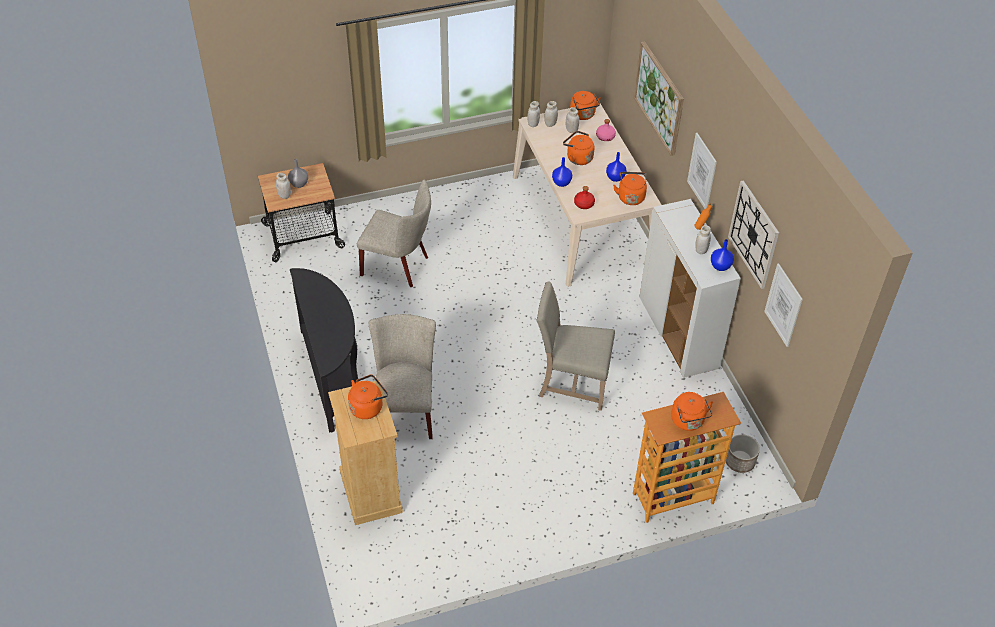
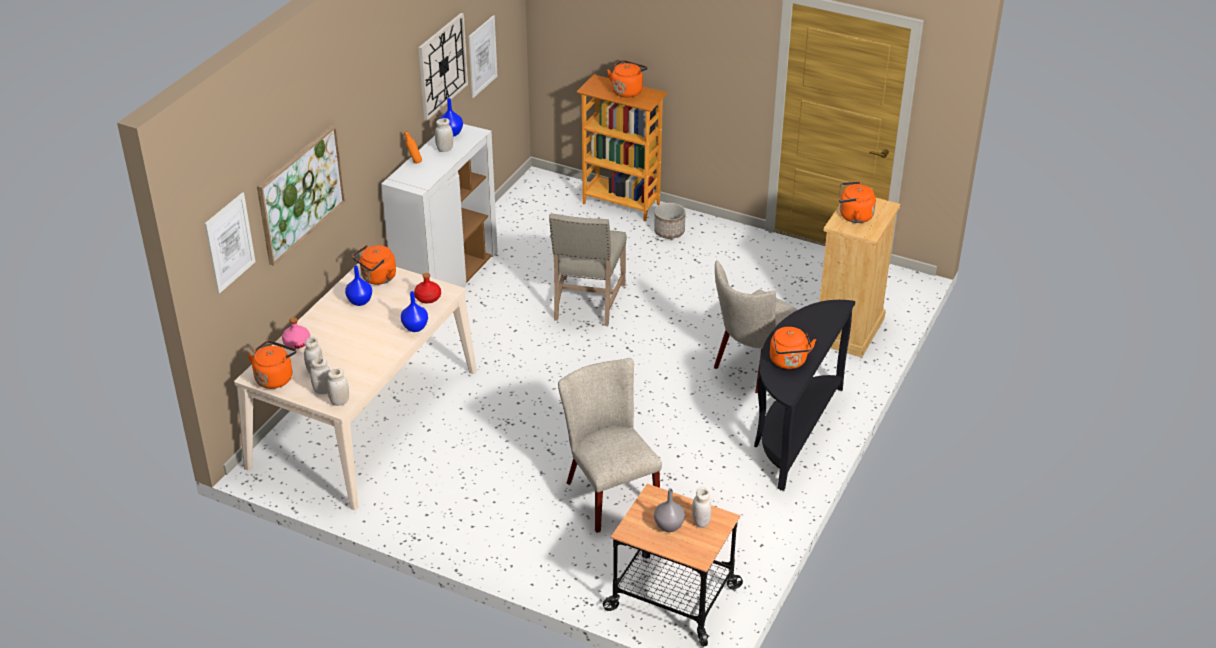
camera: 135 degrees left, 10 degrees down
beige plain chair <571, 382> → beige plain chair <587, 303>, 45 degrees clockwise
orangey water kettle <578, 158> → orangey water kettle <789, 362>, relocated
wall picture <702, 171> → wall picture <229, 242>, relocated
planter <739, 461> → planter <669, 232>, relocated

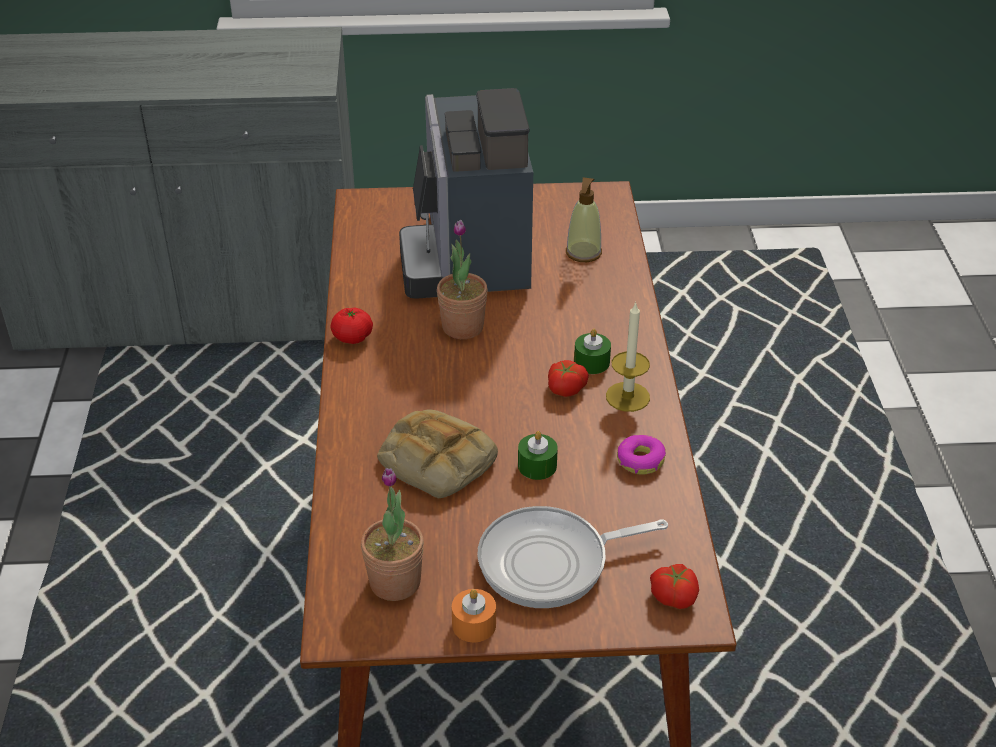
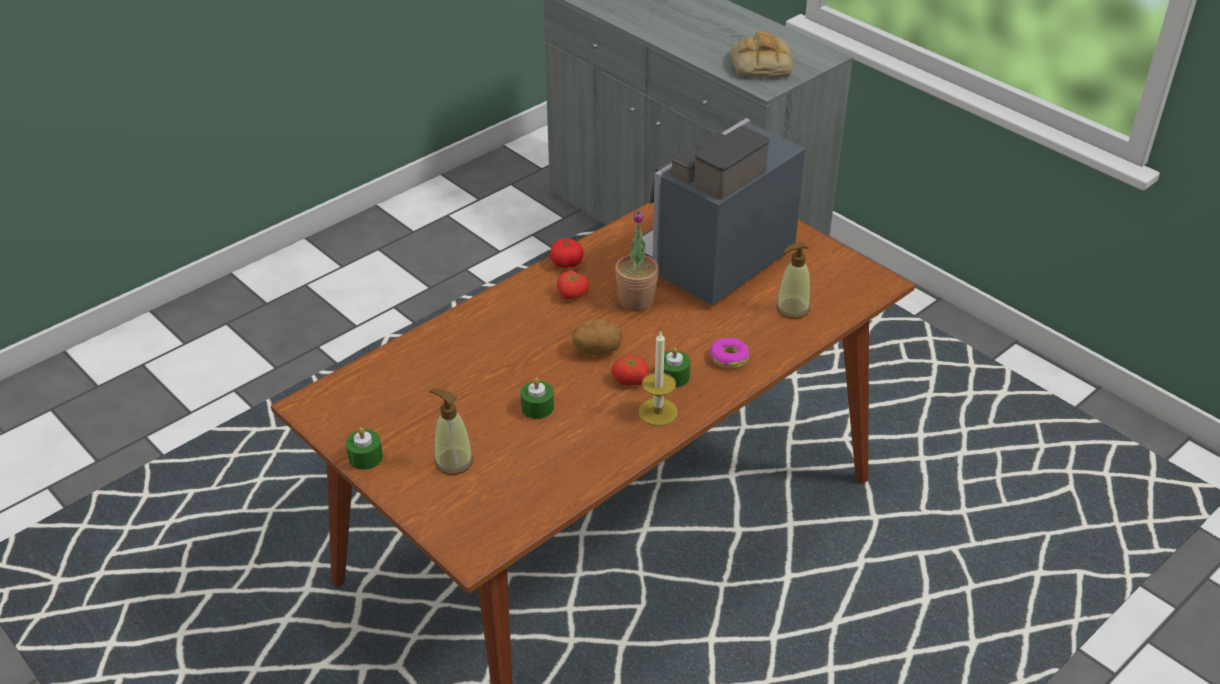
camera: 50 degrees right, 0 degrees up
houseplant <395, 582> → -
bakery bread <434, 461> → bakery bread <760, 64>, relocated
orangey candle <474, 624> → greenish candle <365, 457>
pan <551, 562> → soap bottle <453, 461>
ring doughnut <640, 460> → ring doughnut <729, 358>, relocated
tomato <674, 595> → tomato <573, 294>, relocated
- → potato <597, 350>

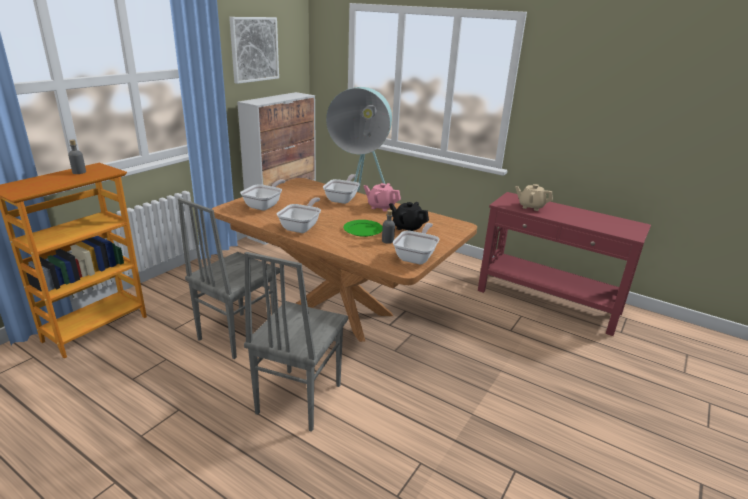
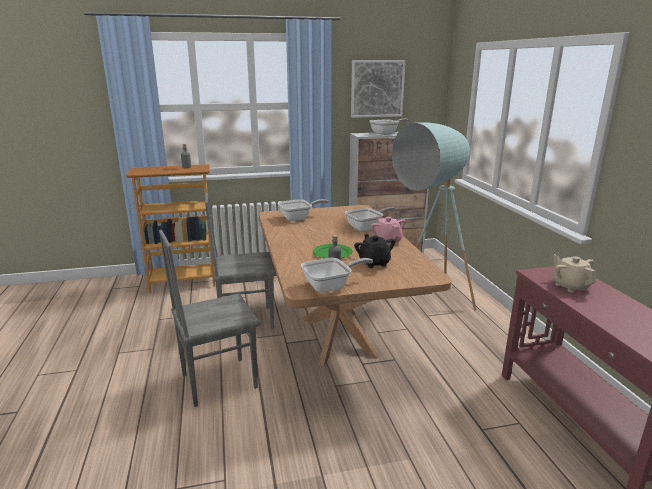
camera: 45 degrees right, 5 degrees down
pan <302, 227> → pan <386, 133>, relocated

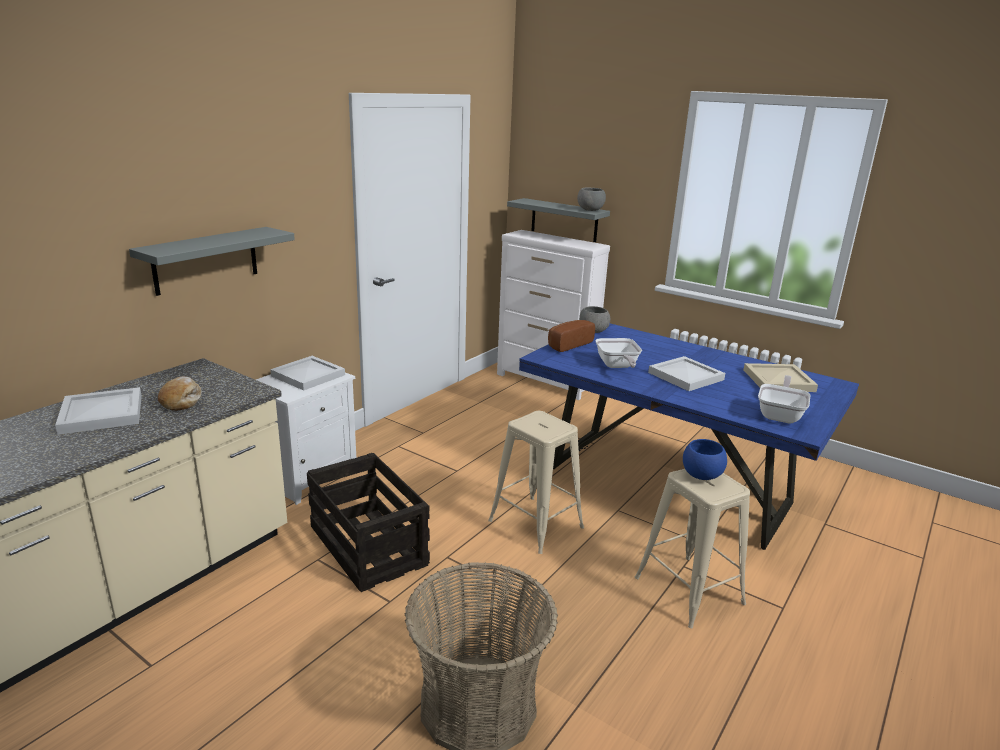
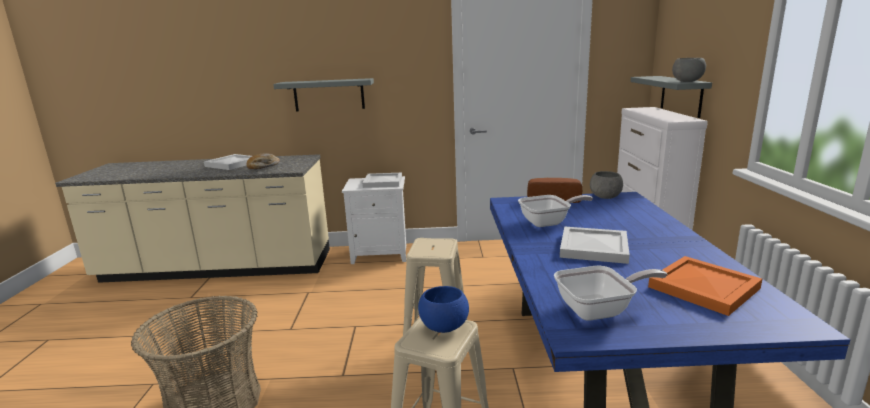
camera: 55 degrees right, 5 degrees down
packing crate <369, 546> → -
pan <617, 366> → pan <548, 222>, 150 degrees counterclockwise
beige tray <779, 380> → orangey tray <705, 288>

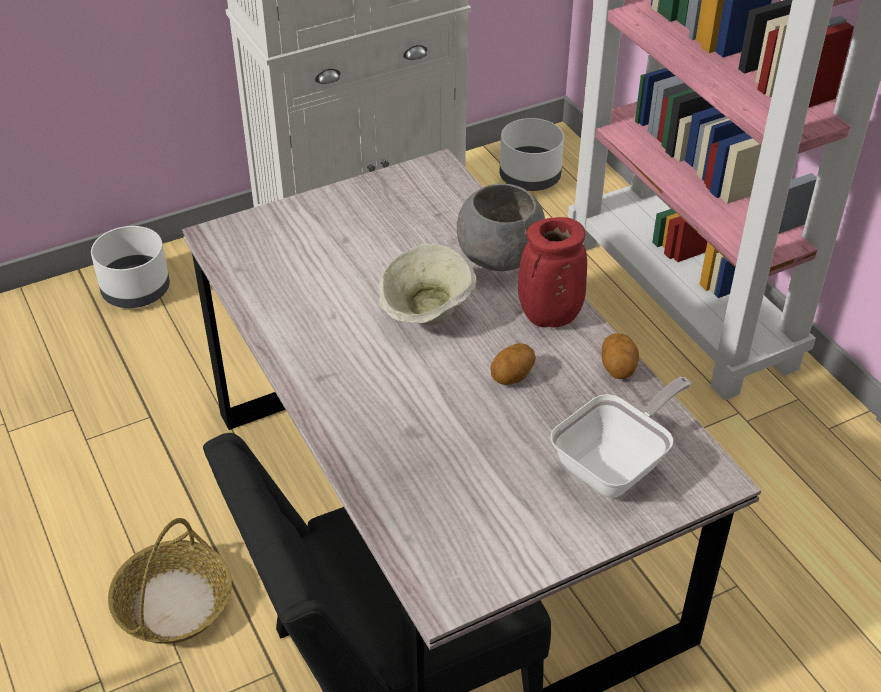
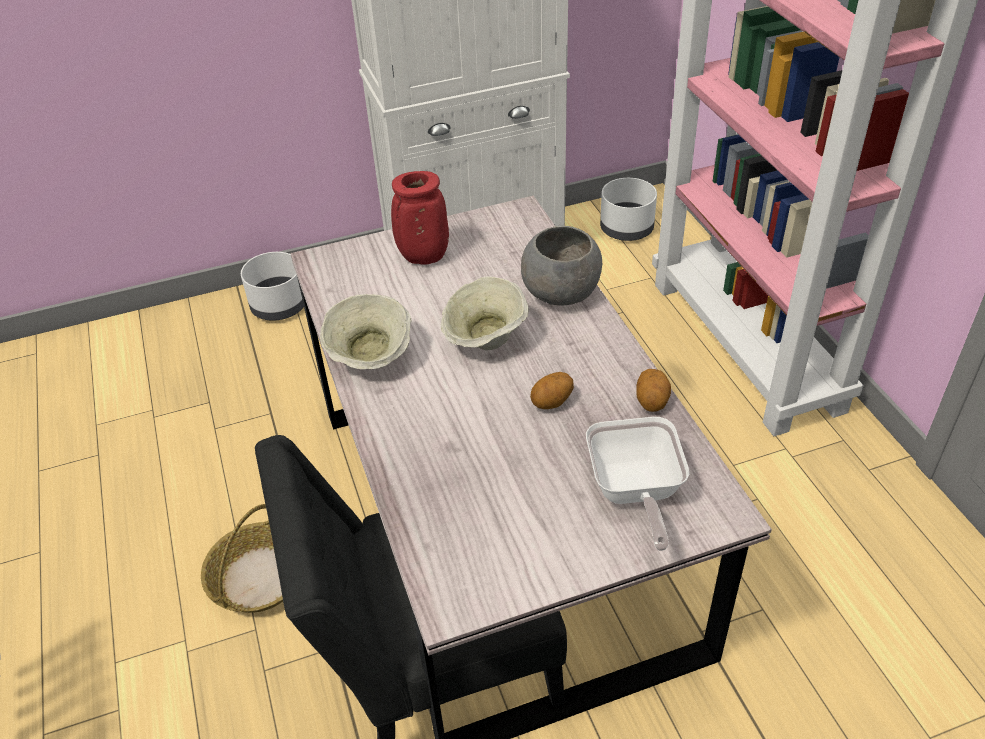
camera: 10 degrees right, 0 degrees up
reddish vase <548, 318> → reddish vase <422, 257>, relocated
pan <616, 465> → pan <634, 493>, 120 degrees clockwise
- → beige serving bowl <371, 358>

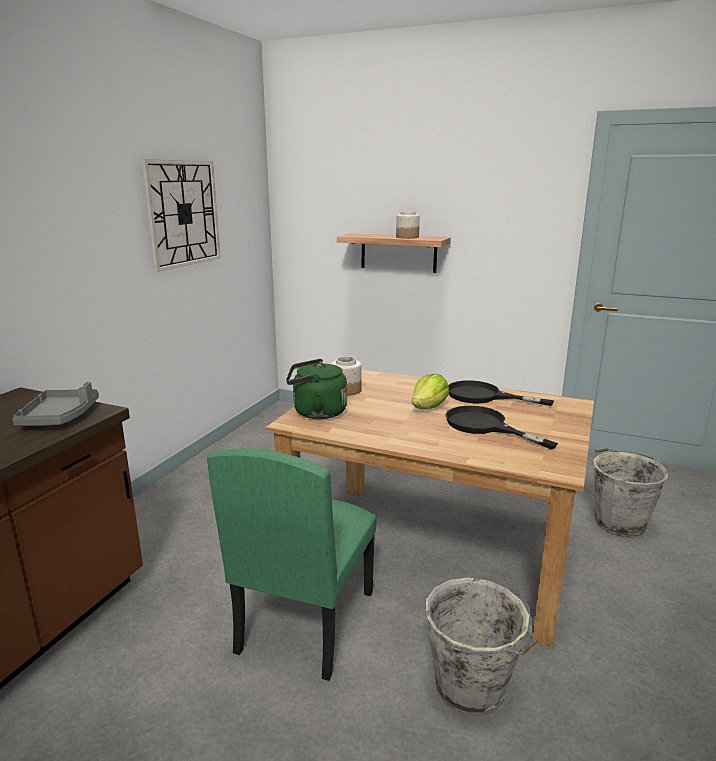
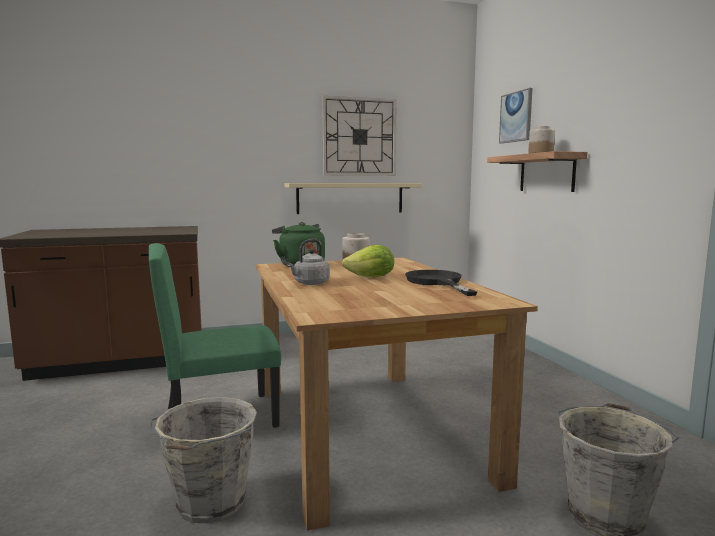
camera: 50 degrees right, 10 degrees down
greyish tray <60, 417> → -
black pan <484, 426> → -
- → beige bracket shelf <350, 198>
- → greyish water kettle <310, 283>
- → wall picture <516, 117>

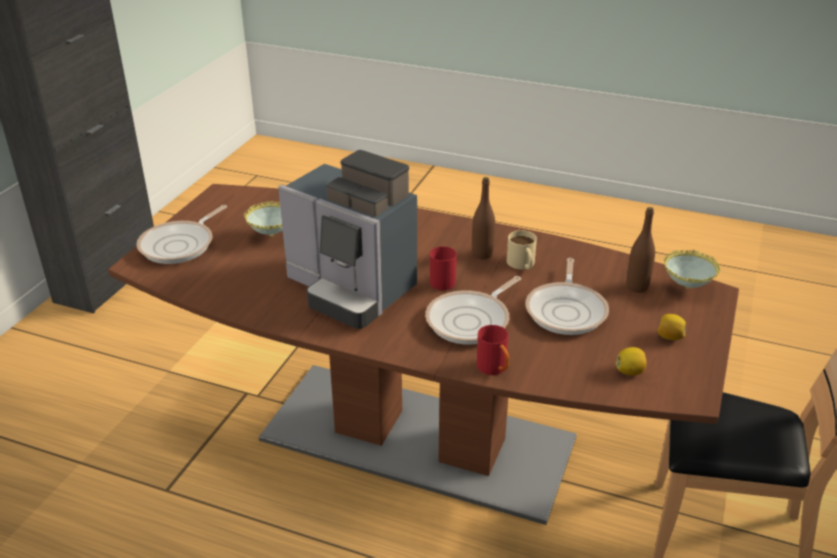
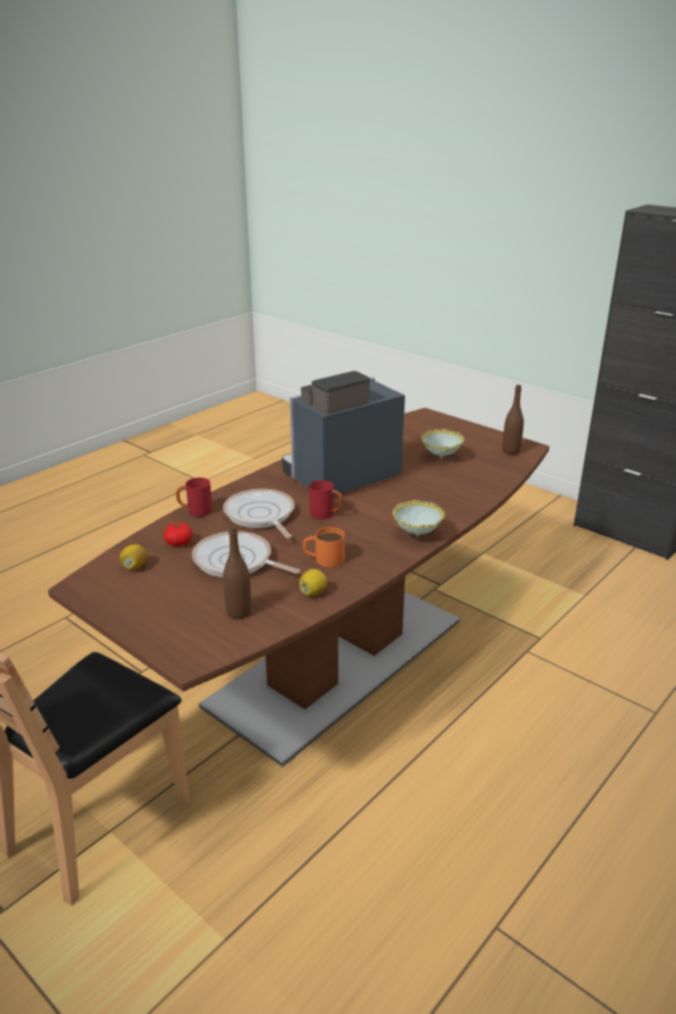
camera: 110 degrees right, 5 degrees down
pan <180, 245> → -
brown-coloured drink bottle <482, 254> → brown-coloured drink bottle <511, 451>, relocated
beige coffee mug <522, 264> → orangey coffee mug <323, 558>
whole lemon <669, 337> → whole lemon <313, 593>, relocated
serving bowl <686, 288> → serving bowl <417, 536>, relocated
- → tomato <179, 543>

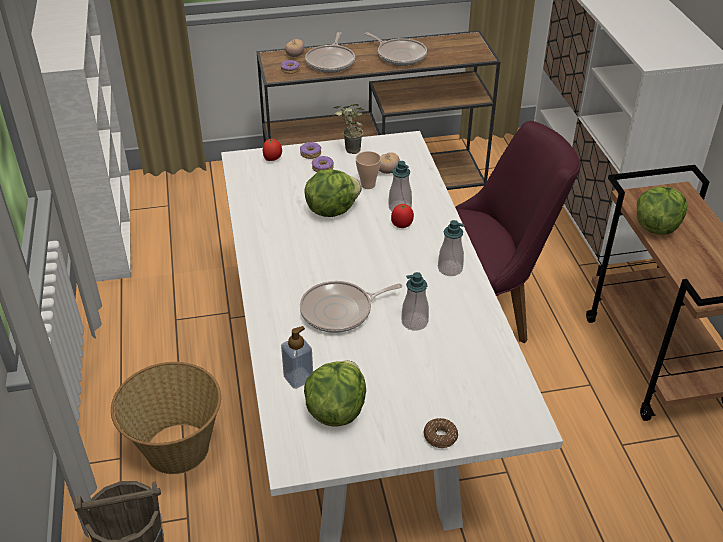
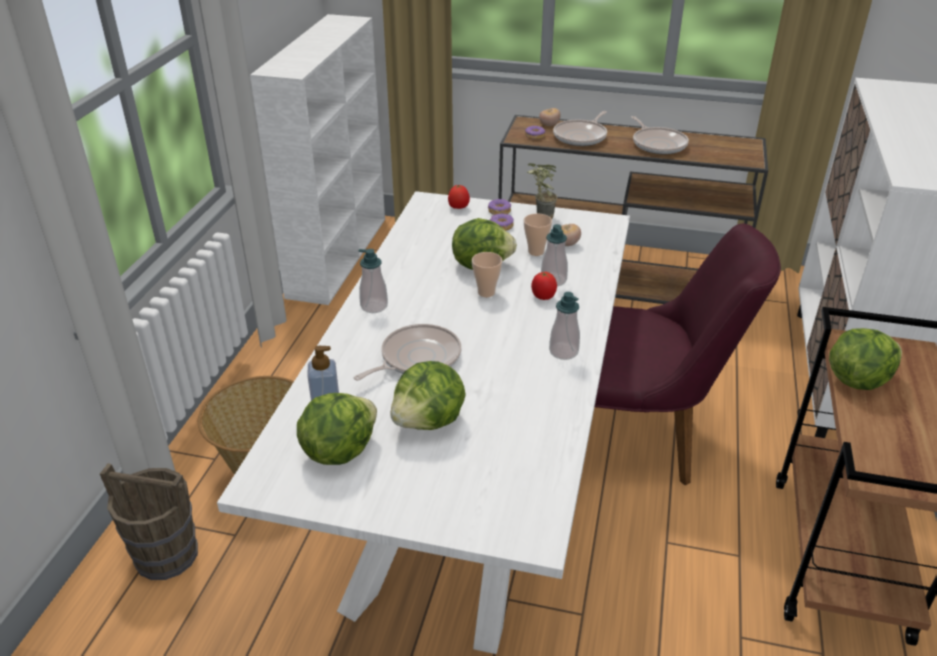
camera: 25 degrees right, 5 degrees down
pan <340, 311> → pan <417, 358>, 135 degrees clockwise
soap bottle <414, 322> → soap bottle <374, 306>, relocated
ring doughnut <440, 437> → -
- → lettuce <429, 421>
- → cup <486, 292>

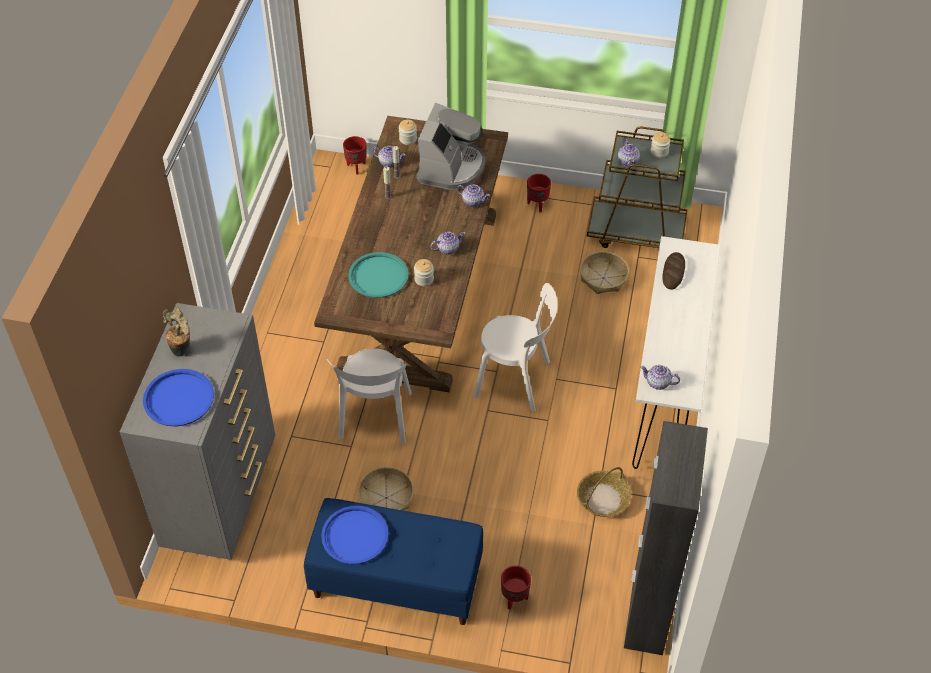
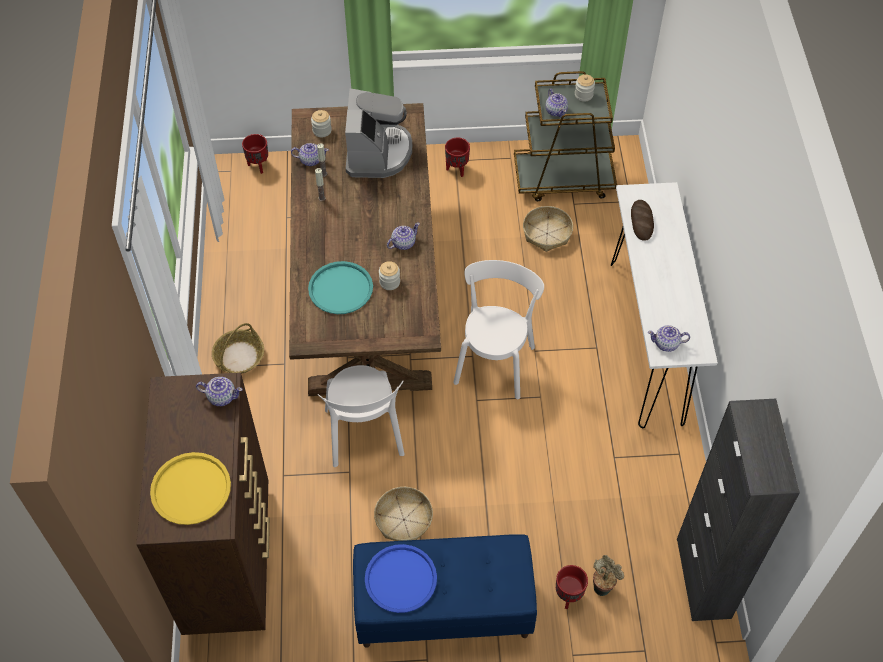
camera: 15 degrees left, 5 degrees up
greyish drawer chest <222, 494> → brown-coloured drawer chest <230, 558>
blue tray <179, 398> → yellow tray <191, 489>
houseplant <182, 349> → houseplant <602, 586>, relocated
pot for tea <473, 201> → pot for tea <221, 396>, relocated
white-coloured plain chair <516, 380> → white-coloured plain chair <495, 361>, 75 degrees counterclockwise
storage basket <603, 498> → storage basket <239, 356>, relocated

